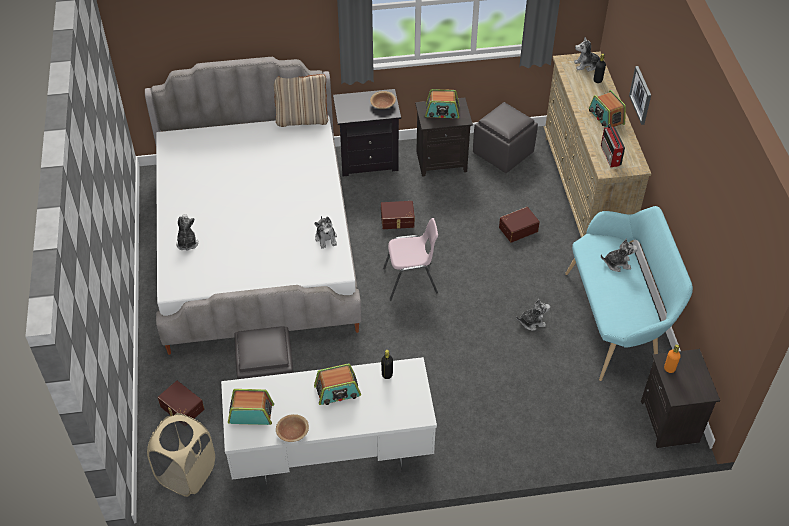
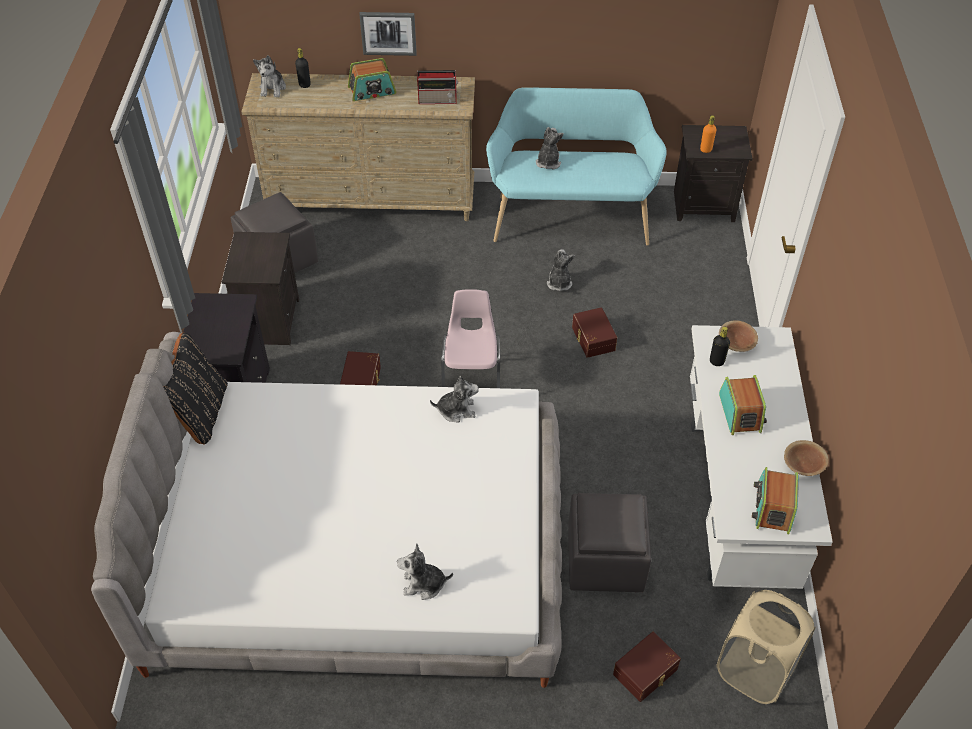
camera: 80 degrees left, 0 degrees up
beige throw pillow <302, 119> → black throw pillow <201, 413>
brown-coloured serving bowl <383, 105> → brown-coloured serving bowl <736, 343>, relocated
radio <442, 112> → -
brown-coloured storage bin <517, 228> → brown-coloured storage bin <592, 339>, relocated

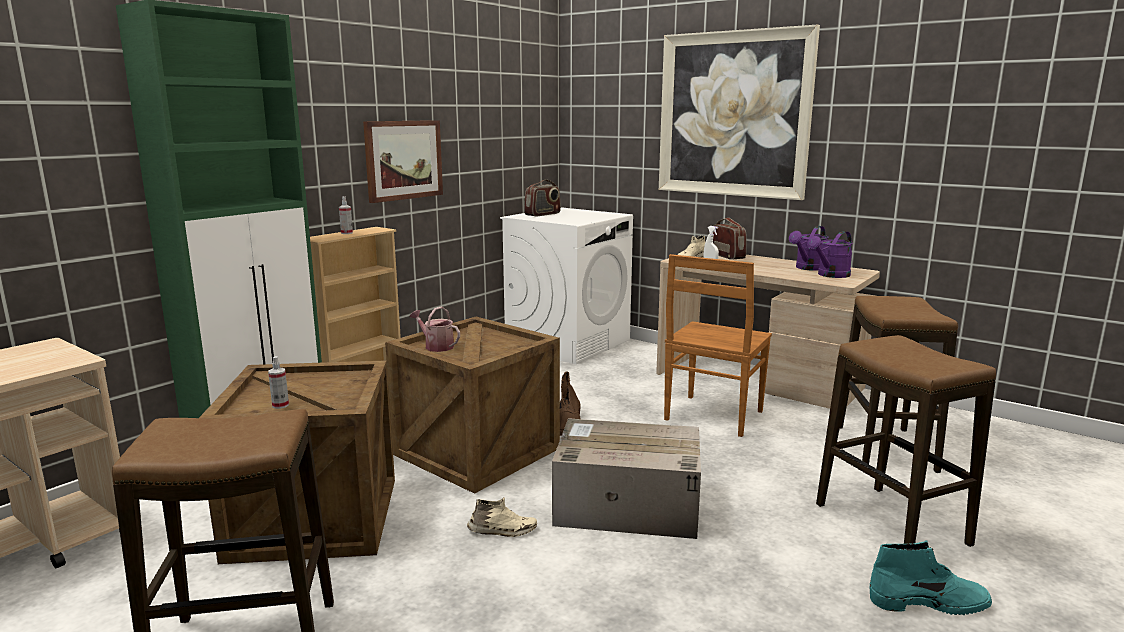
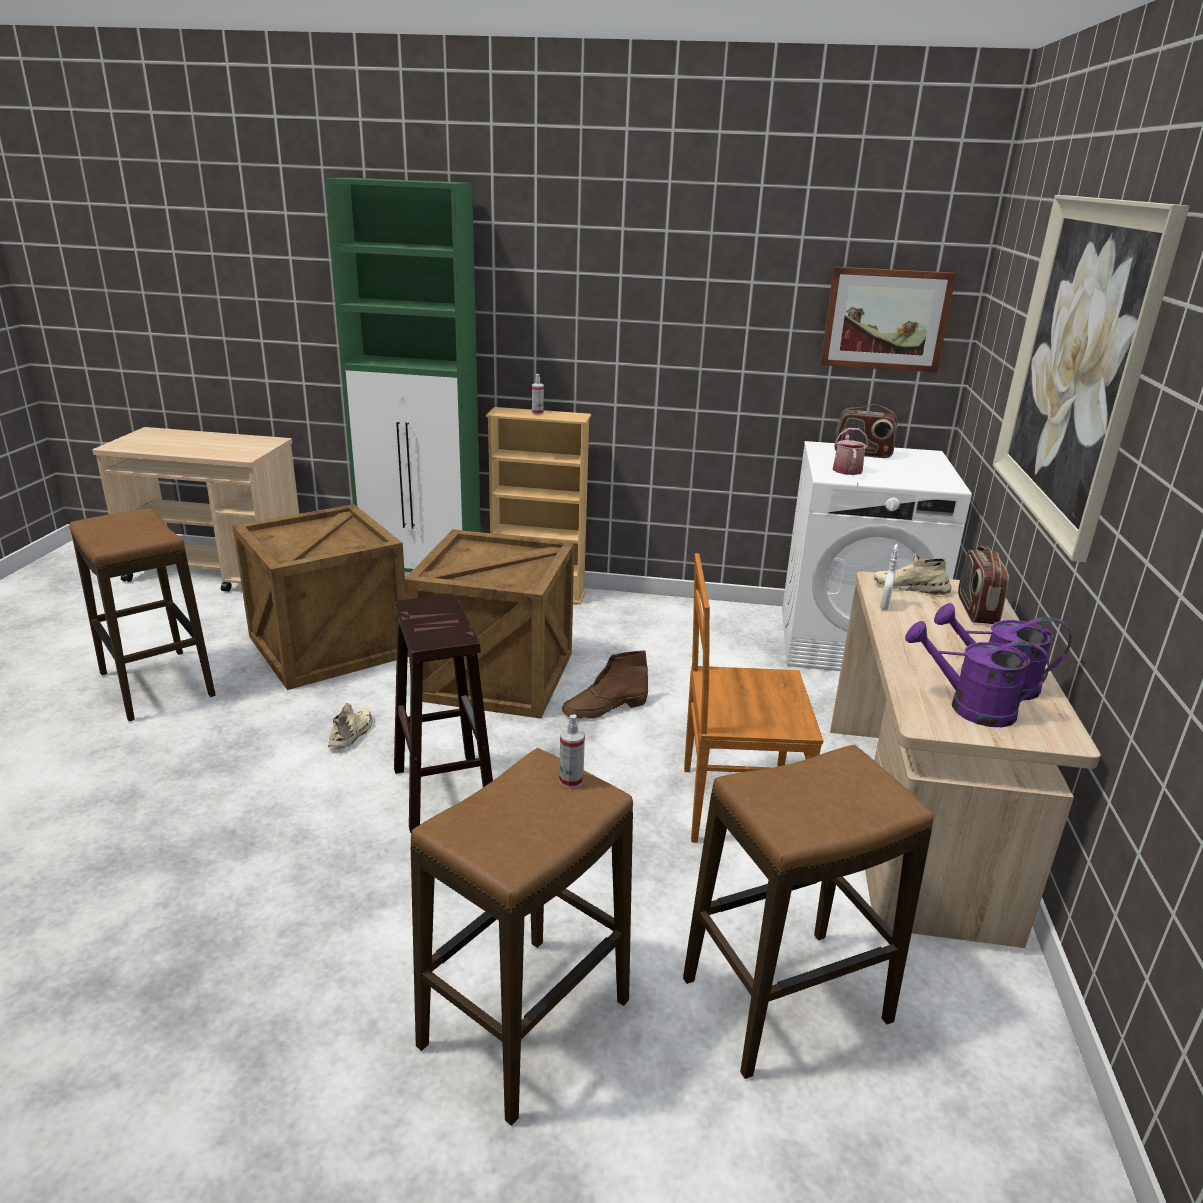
camera: 60 degrees right, 10 degrees up
spray bottle <280, 405> → spray bottle <571, 781>, relocated
wall picture <403, 160> → wall picture <885, 319>, relocated
sprinkling can <436, 346> → sprinkling can <846, 468>, relocated
beige shoe <502, 531> → beige shoe <352, 734>, 135 degrees counterclockwise
packing box <625, 505> → brown-coloured sitting stool <442, 790>
radio <727, 256> → radio <976, 610>, 150 degrees clockwise
turquoise-coloured high-top boot <929, 603> → -

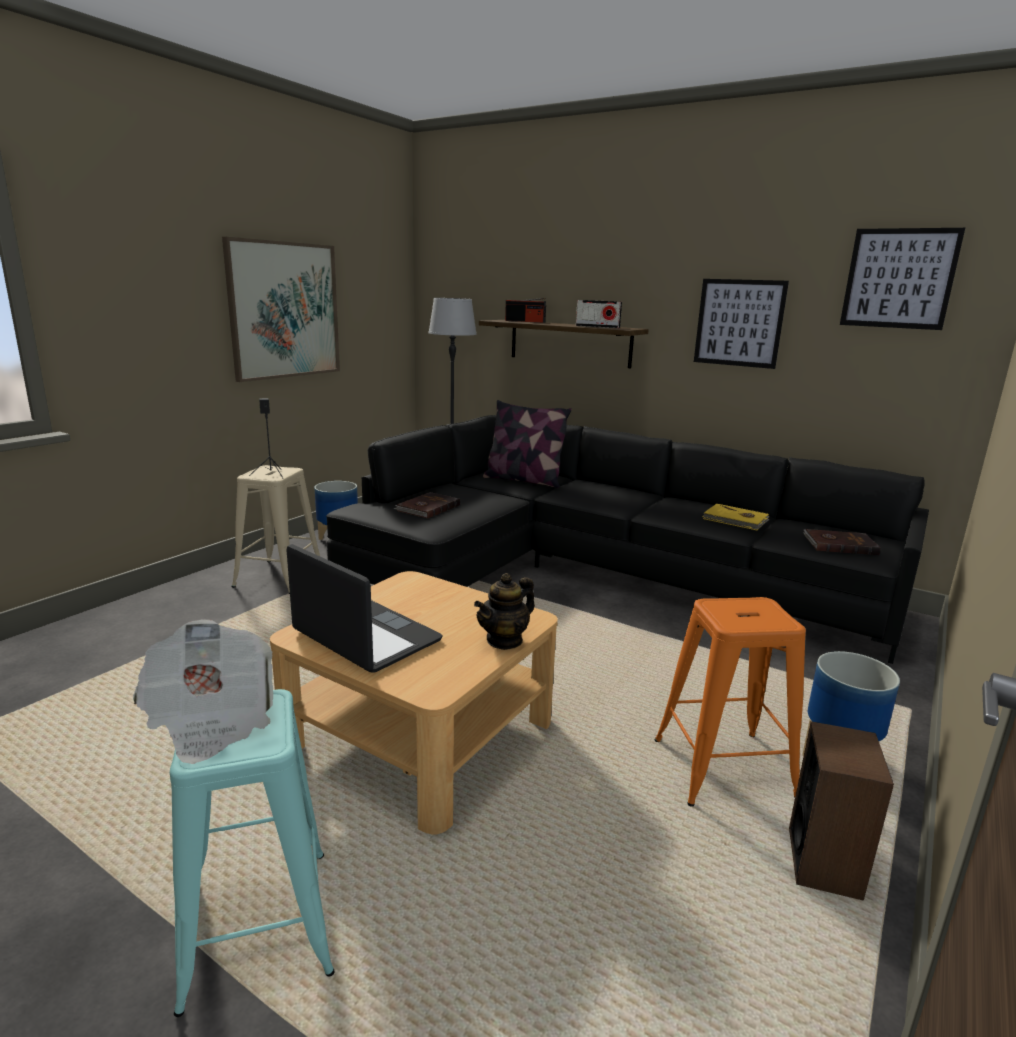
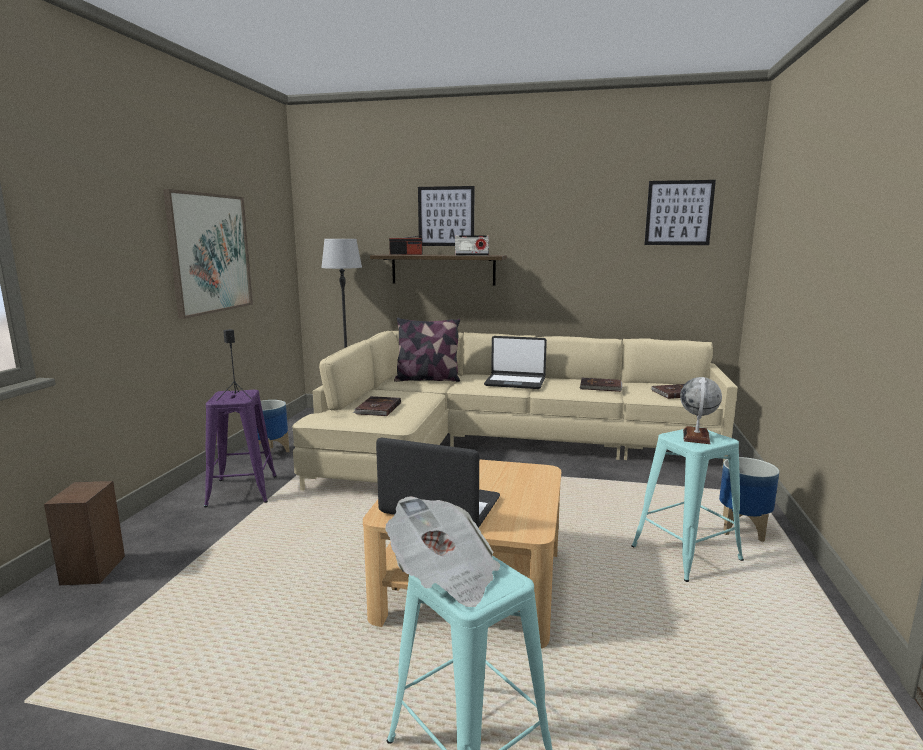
camera: 20 degrees left, 5 degrees down
beige sitting stool <279, 576> → purplish sitting stool <242, 491>
black sofa <594, 574> → beige sofa <497, 445>
pot for tea <504, 640> → -
orangey sitting stool <723, 768> → turquoise-coloured sitting stool <686, 553>
wall picture <739, 323> → wall picture <446, 216>, relocated
yellow volume <735, 520> → brown-coloured volume <600, 387>
audio speaker <824, 862> → audio speaker <94, 570>, relocated
- → laptop <515, 382>
- → desk globe <696, 437>

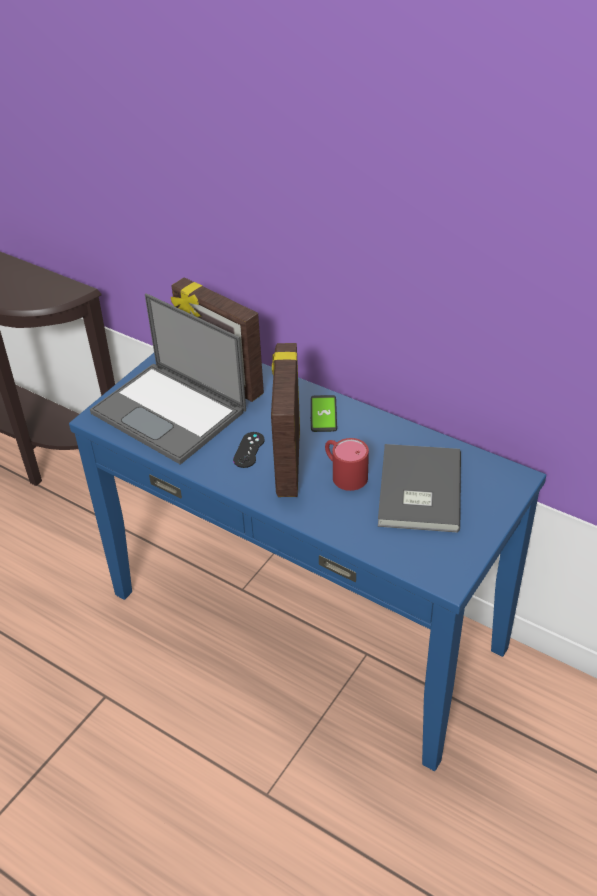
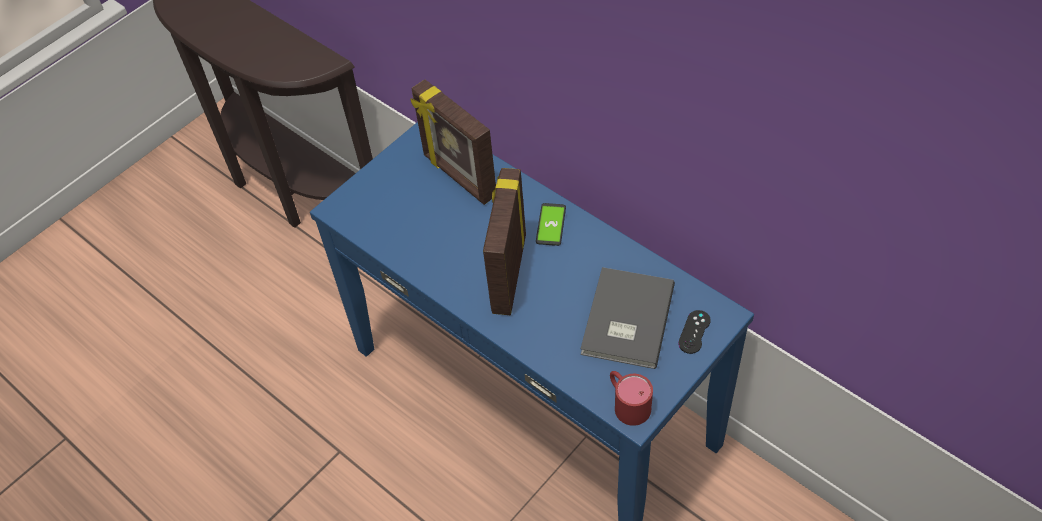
camera: 10 degrees right, 10 degrees up
laptop <170, 412> → -
black joypad <249, 450> → black joypad <694, 332>, relocated
reddish coffee mug <344, 473> → reddish coffee mug <627, 403>, relocated

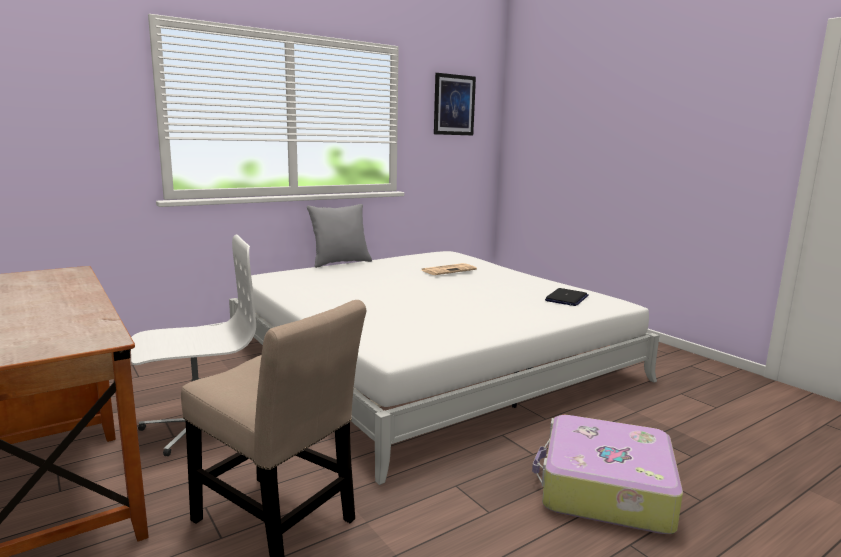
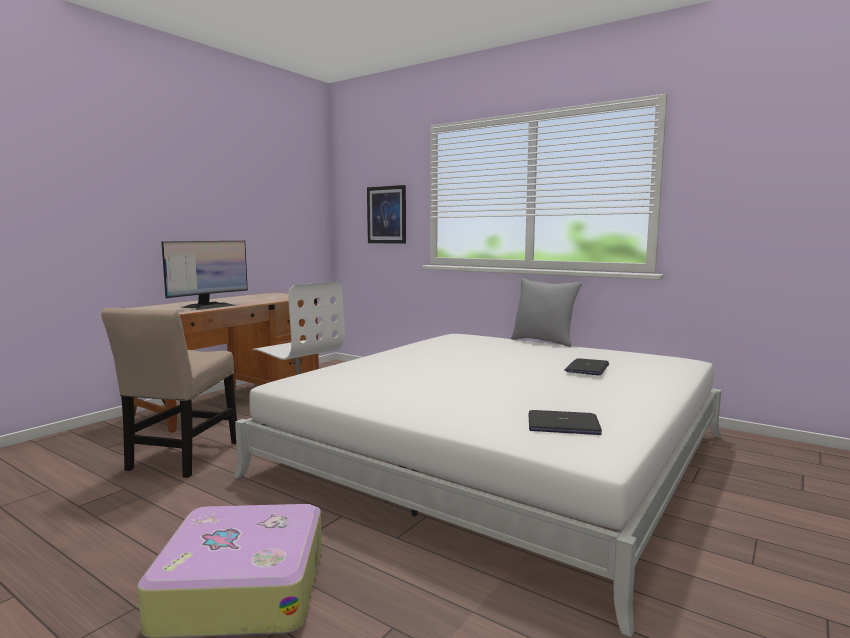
camera: 70 degrees right, 5 degrees down
printed paper <449, 270> → laptop <587, 368>
wall picture <454, 105> → wall picture <386, 215>, relocated
- → monitor <209, 306>

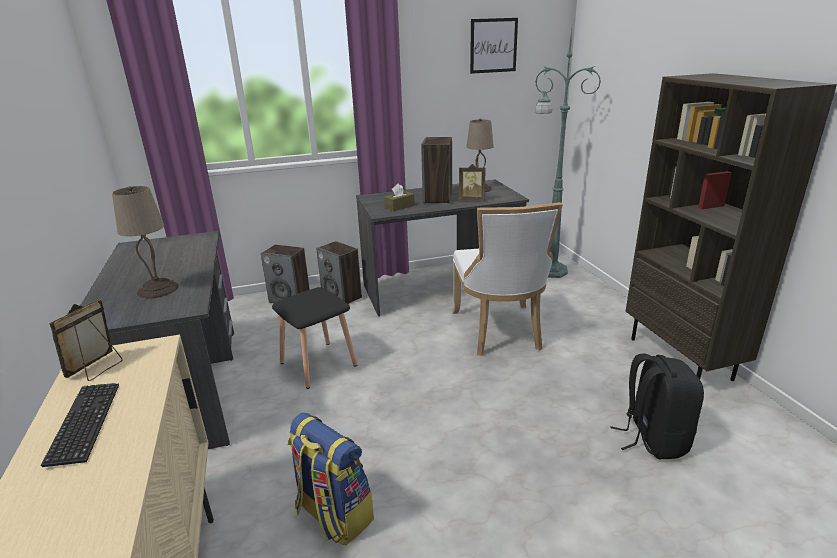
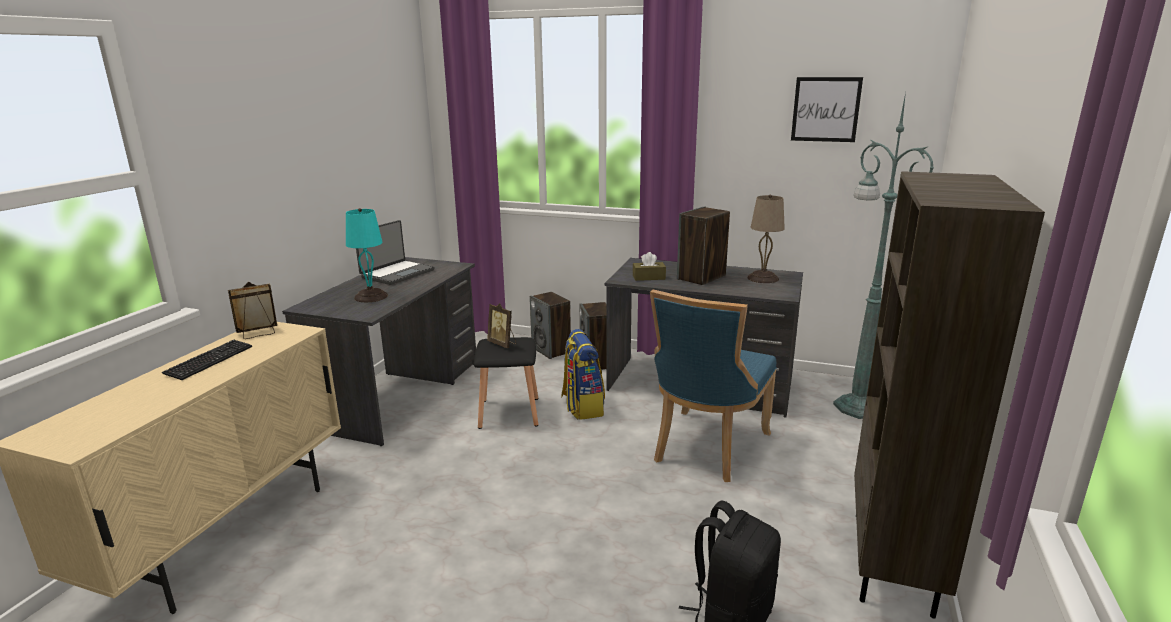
camera: 35 degrees right, 5 degrees down
beige tabletop lamp <158, 289> → turquoise-coloured tabletop lamp <371, 297>
rucksack <333, 515> → rucksack <582, 406>, relocated
white-coloured plain chair <499, 332> → blue plain chair <707, 448>
photo frame <472, 199> → photo frame <503, 344>, relocated
- → laptop <397, 273>

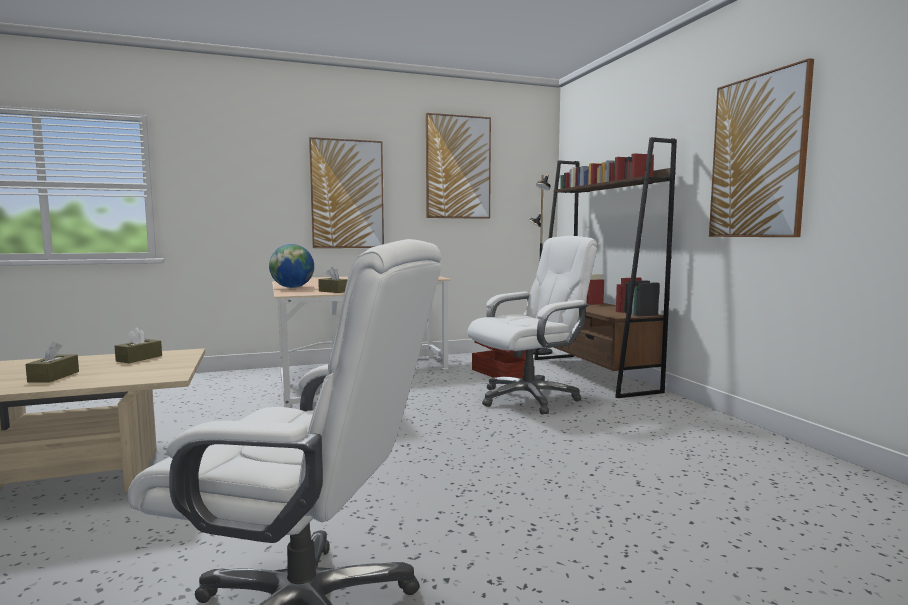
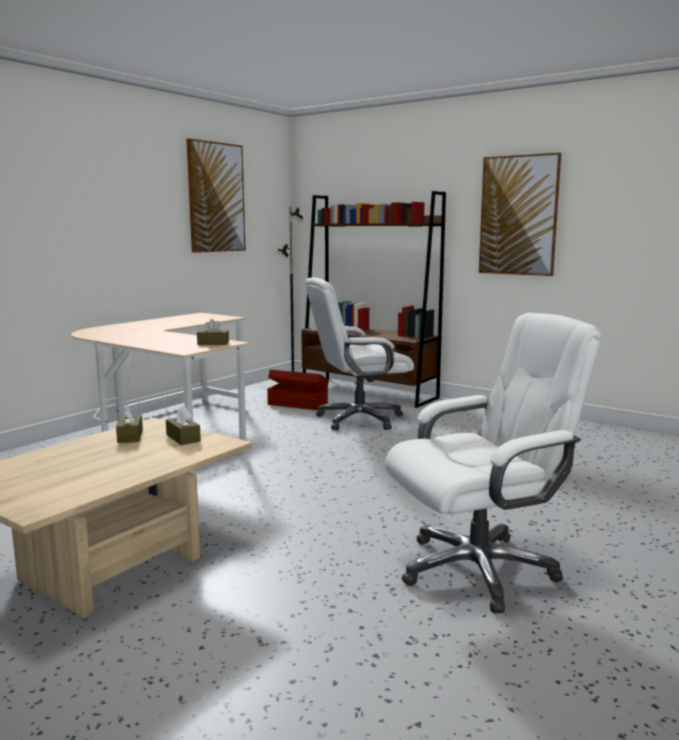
camera: 35 degrees left, 5 degrees up
brown-coloured tissue holder <54, 377> → brown-coloured tissue holder <183, 438>, relocated
desk globe <292, 287> → -
wall picture <347, 194> → -
white-coloured office chair <529, 398> → white-coloured office chair <358, 419>, 135 degrees counterclockwise

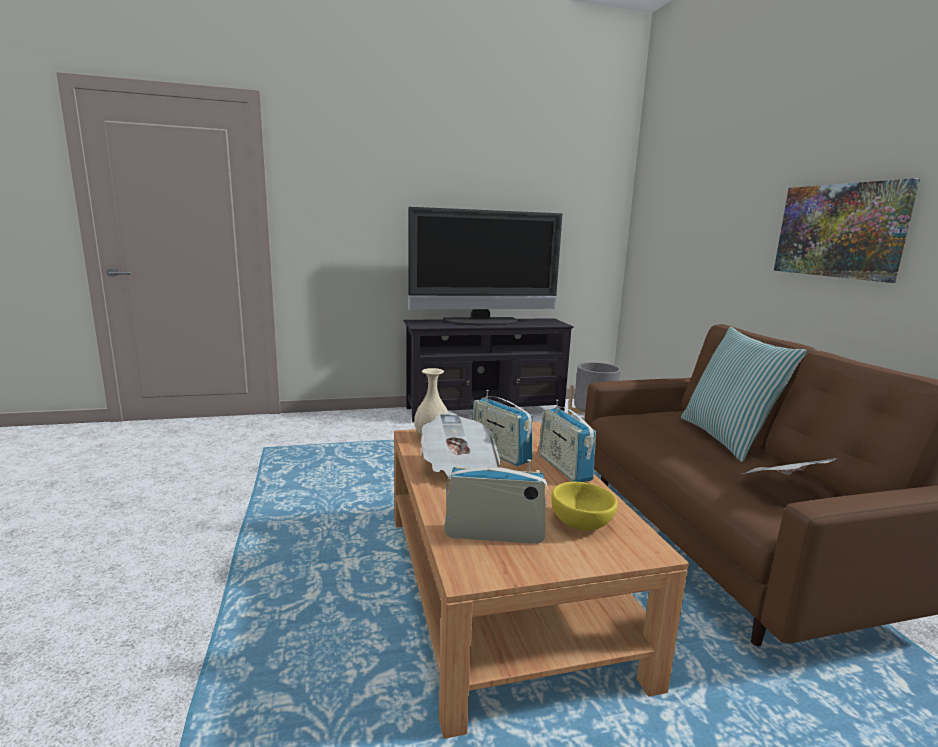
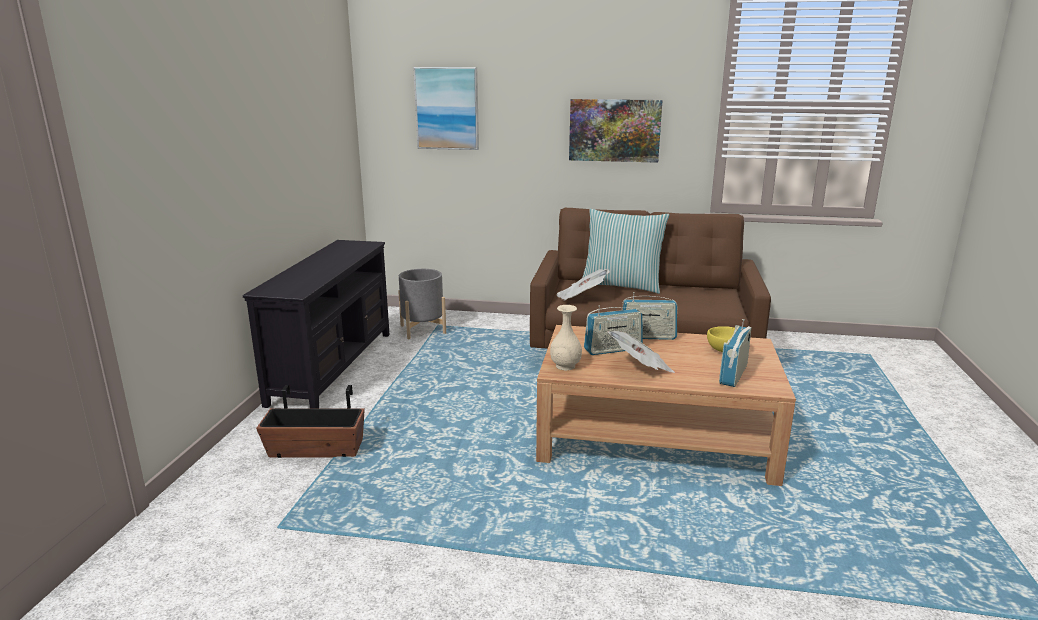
camera: 65 degrees left, 5 degrees up
TV set <482, 322> → -
printed paper <779, 488> → printed paper <581, 297>, relocated
- → planter <316, 449>
- → wall picture <447, 108>

